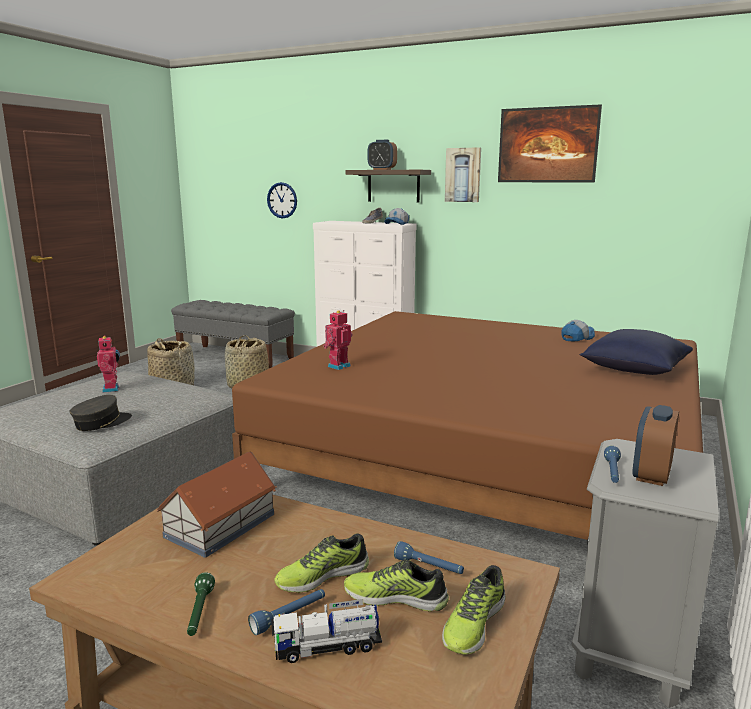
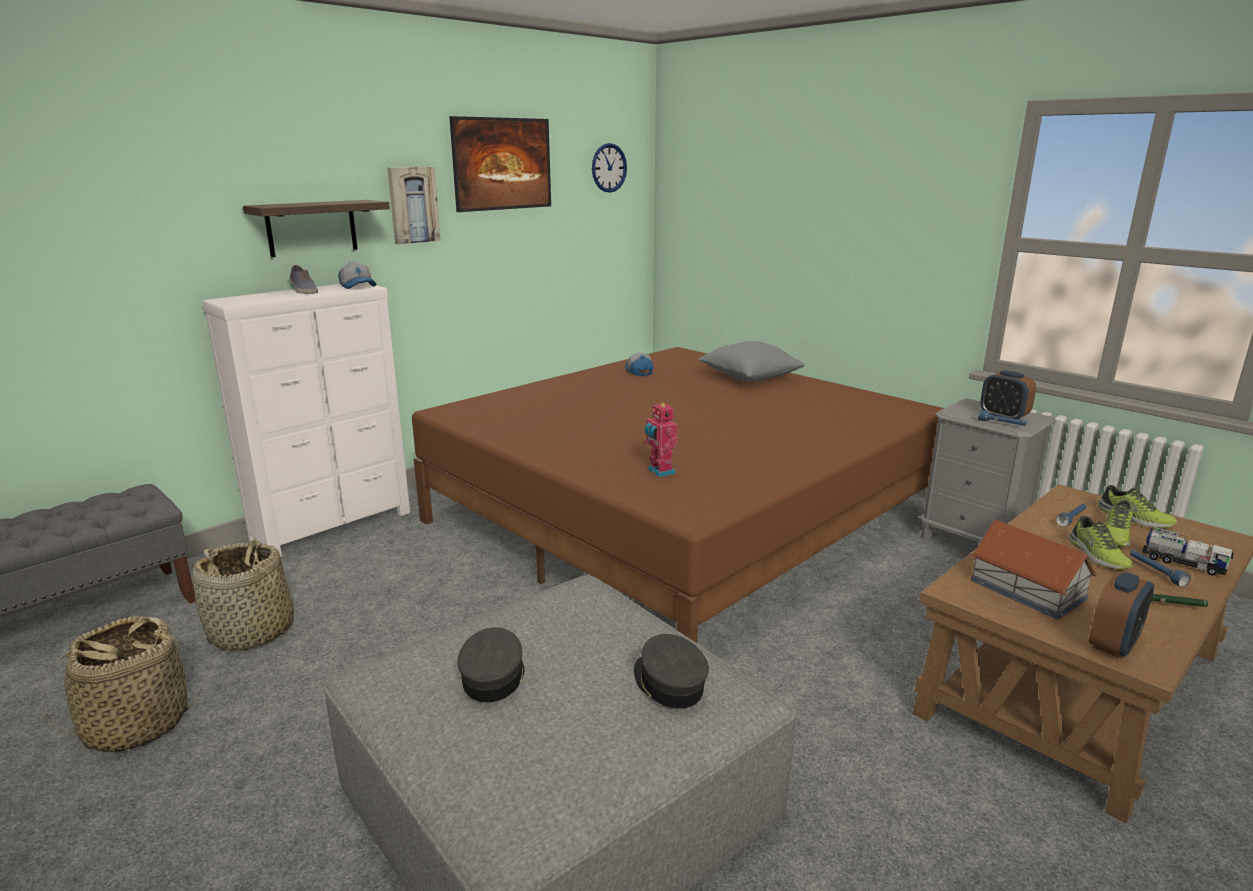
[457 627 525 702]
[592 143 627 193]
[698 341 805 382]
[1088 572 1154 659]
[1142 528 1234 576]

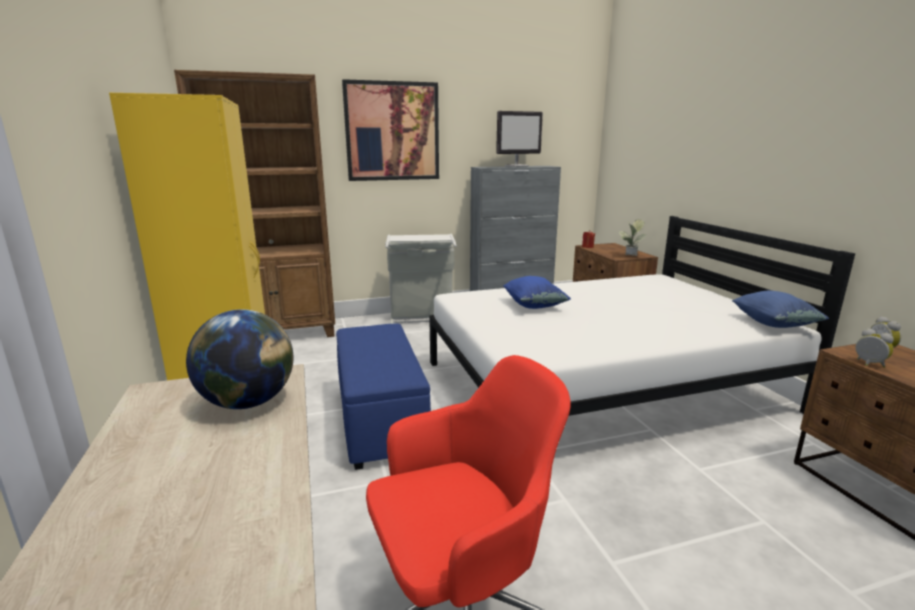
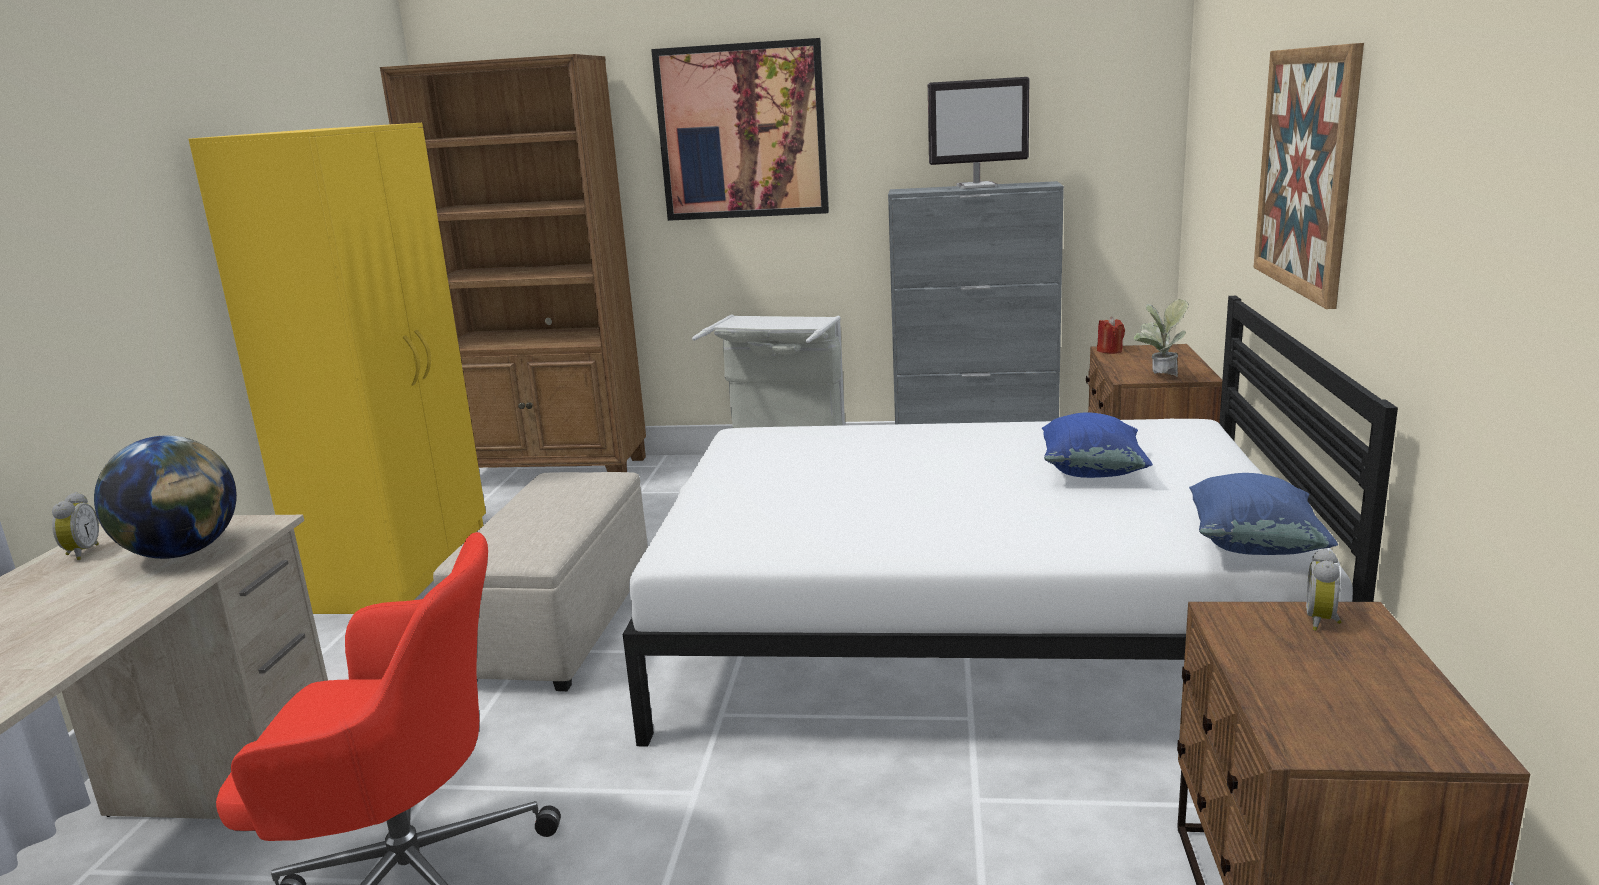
[52 492 99 560]
[433 472 648 691]
[1042 413 1153 478]
[1254 43 1364 309]

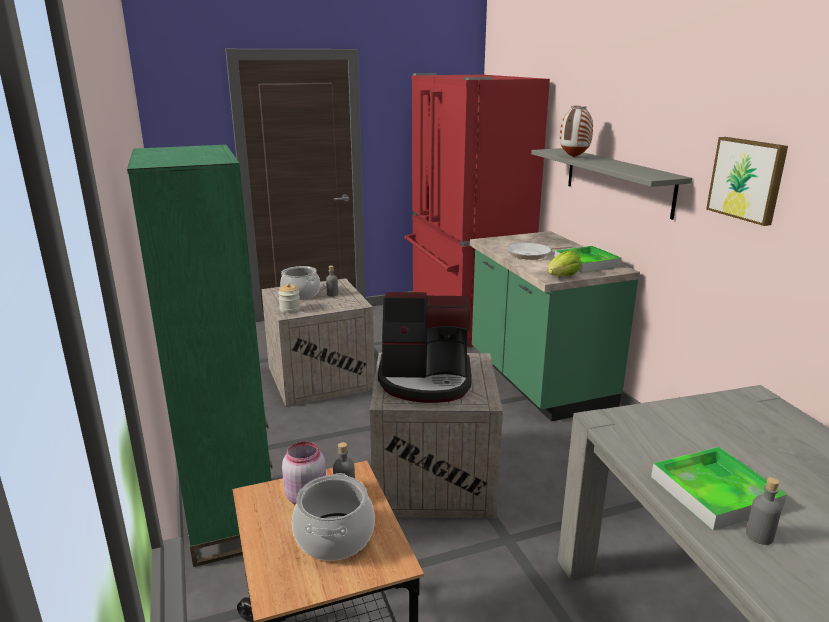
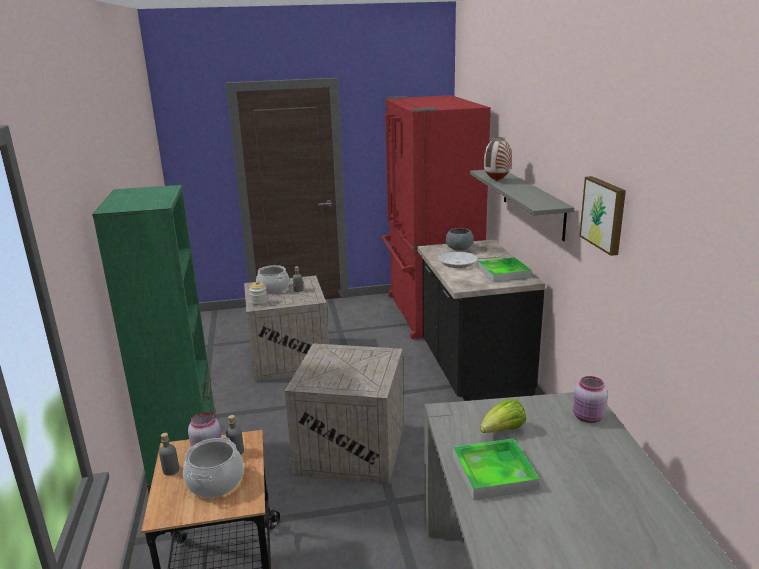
[159 433 179 476]
[417 240 545 401]
[446 228 474 251]
[480 399 526 433]
[573 376 608 423]
[378 292 471 403] (first image)

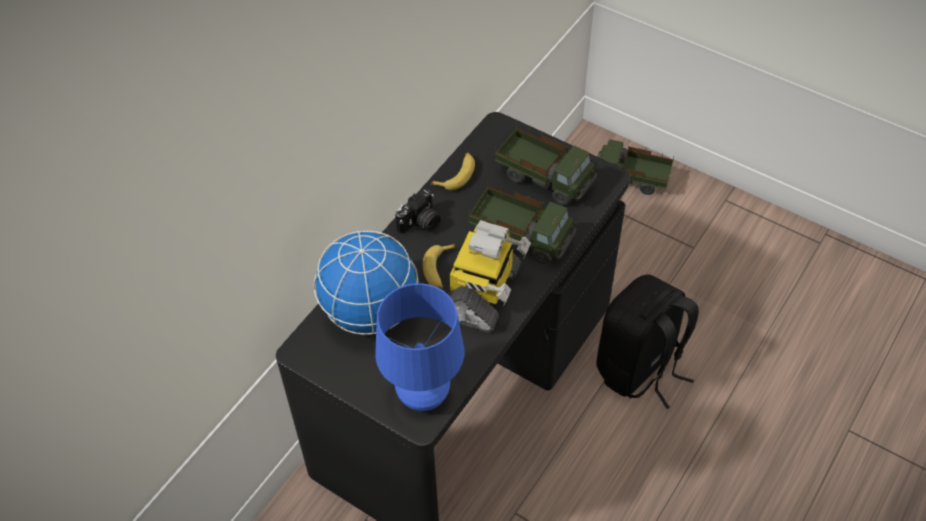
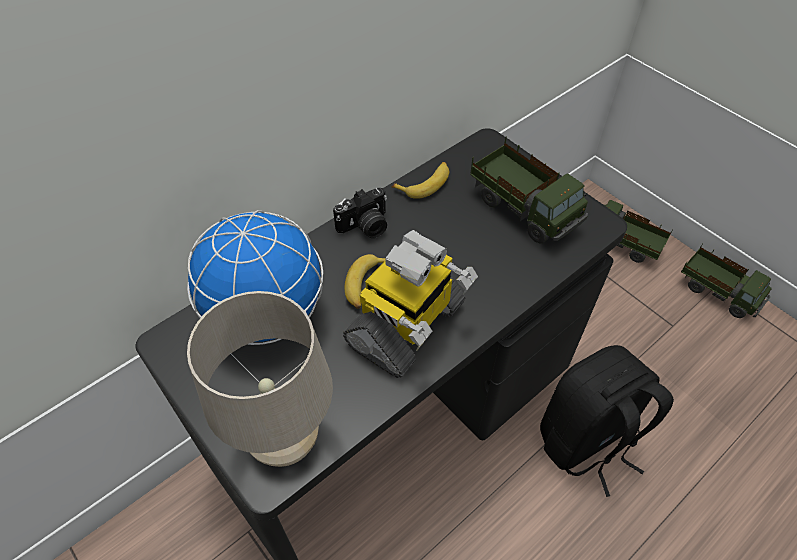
[187 291 333 467]
[681 243 771 318]

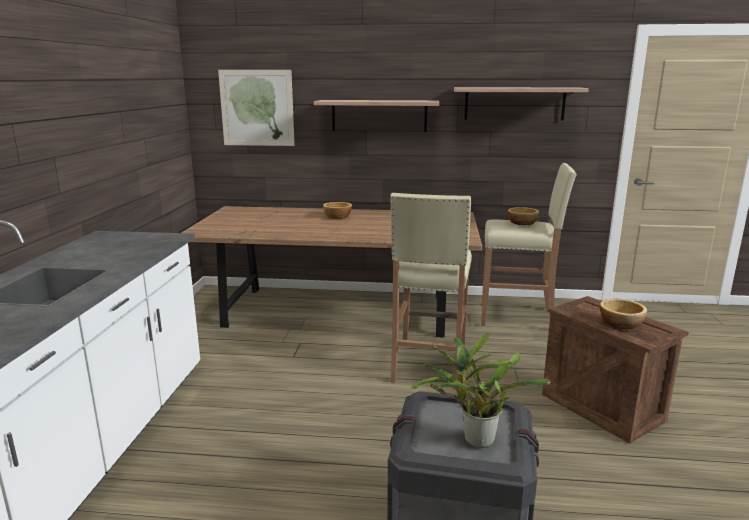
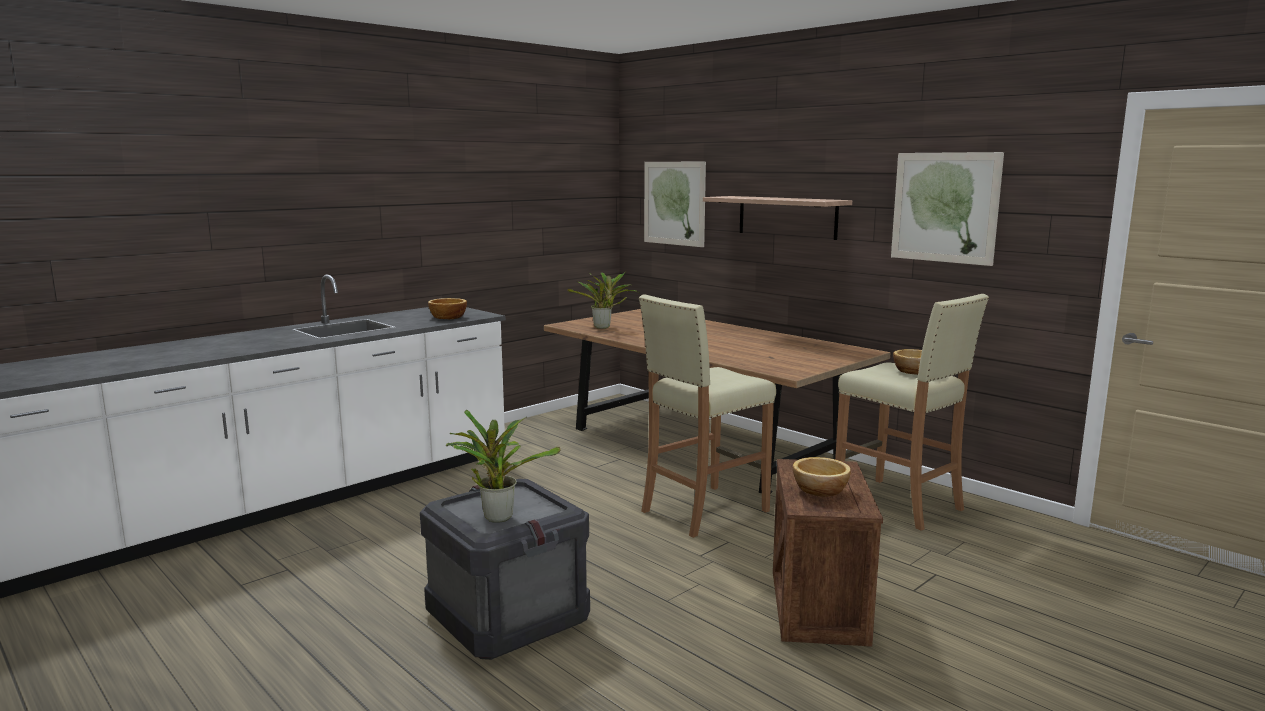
[428 298 467 319]
[567 272 640 329]
[891 152 1004 266]

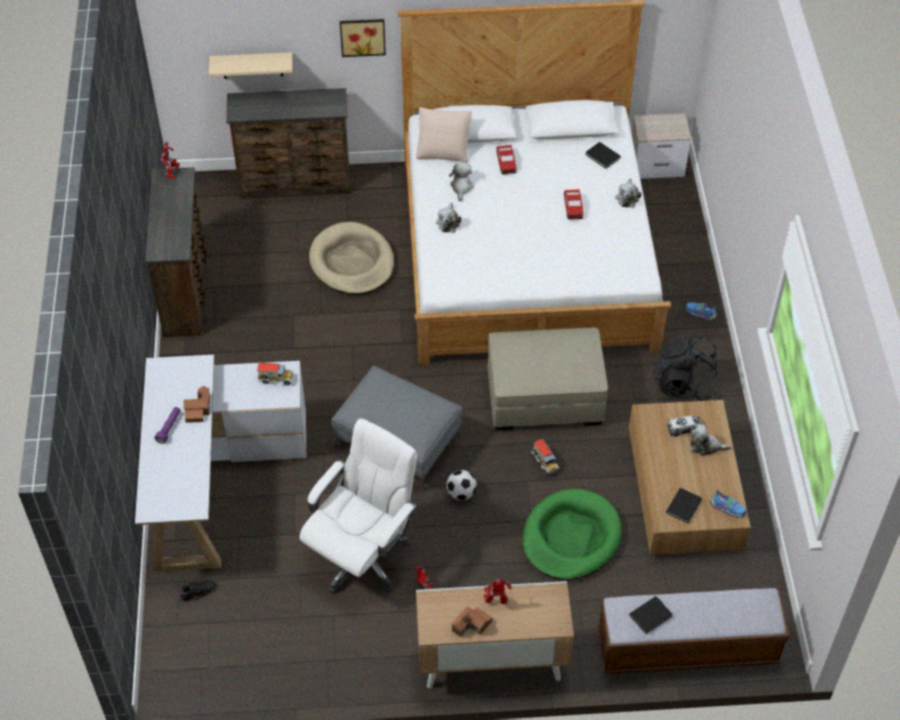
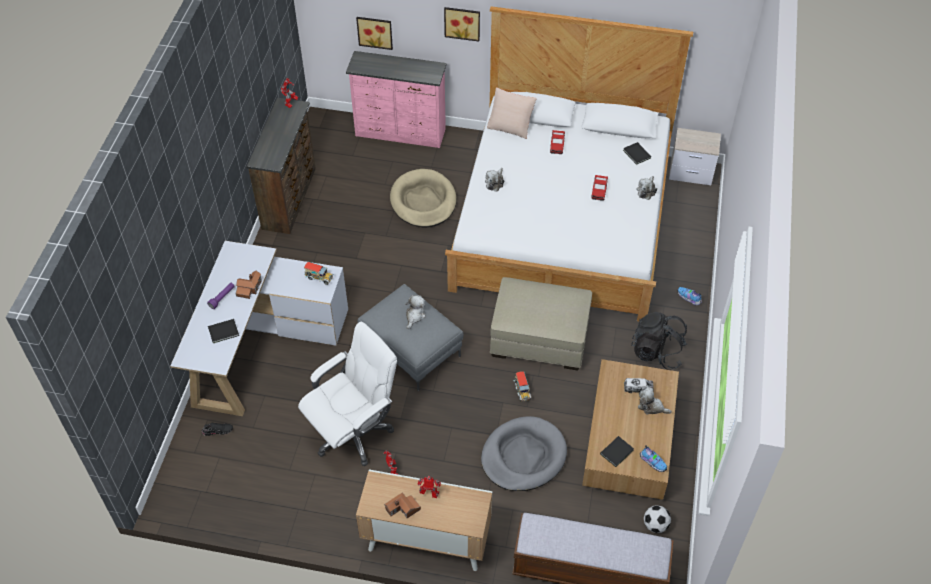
[208 319 239 343]
[346 51 446 148]
[356 17 393 50]
[405 295 426 329]
[481 416 567 491]
[644 505 671 533]

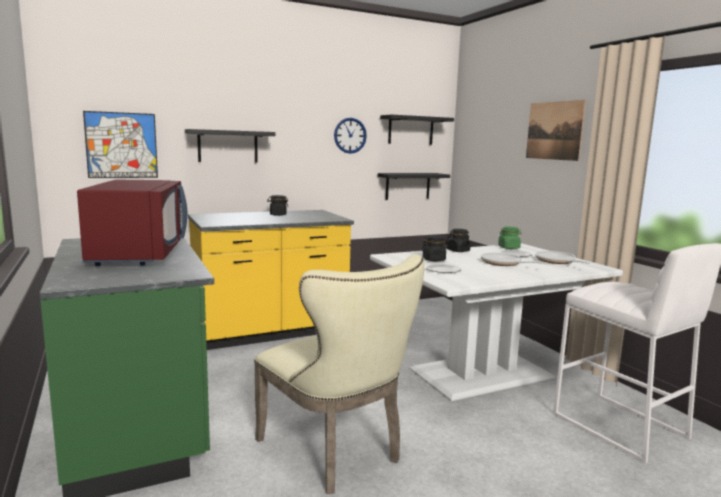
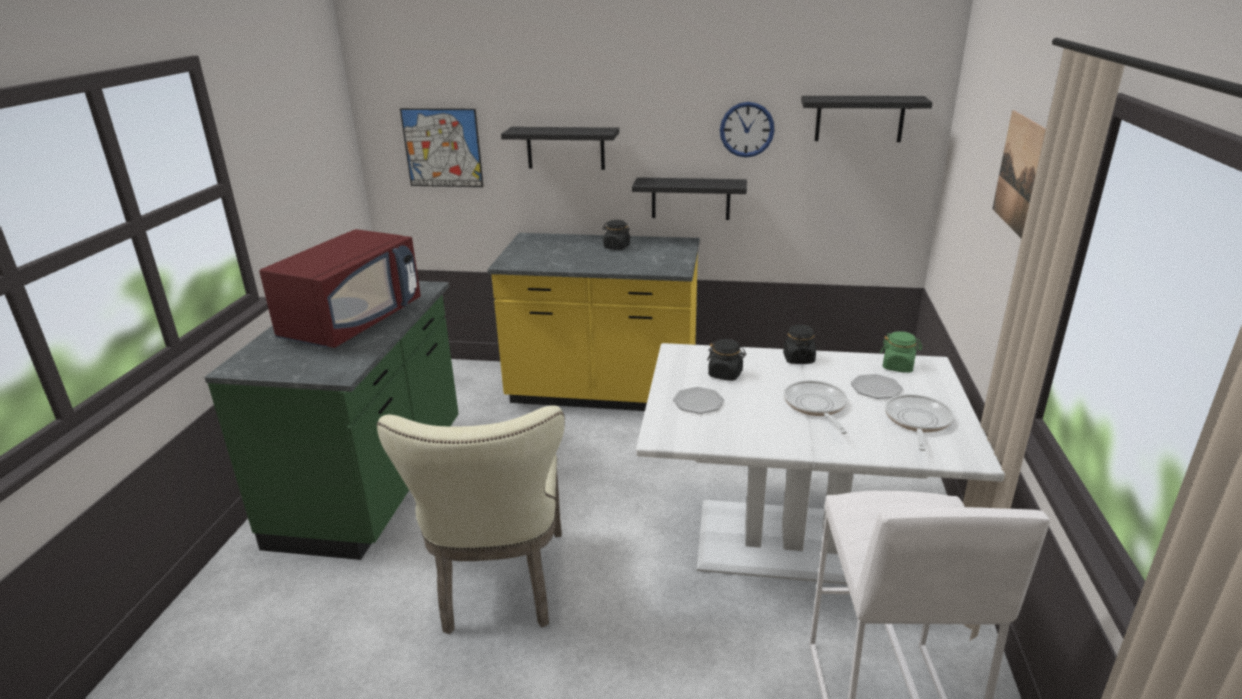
[632 177 747 220]

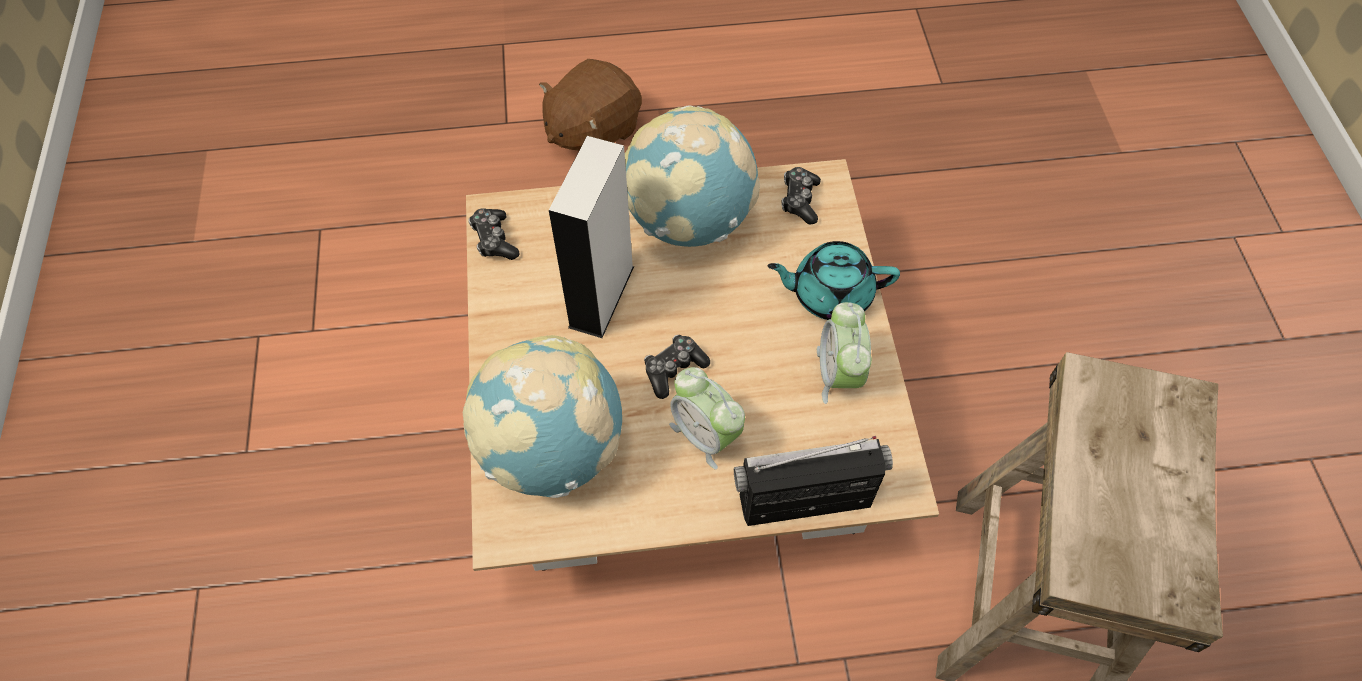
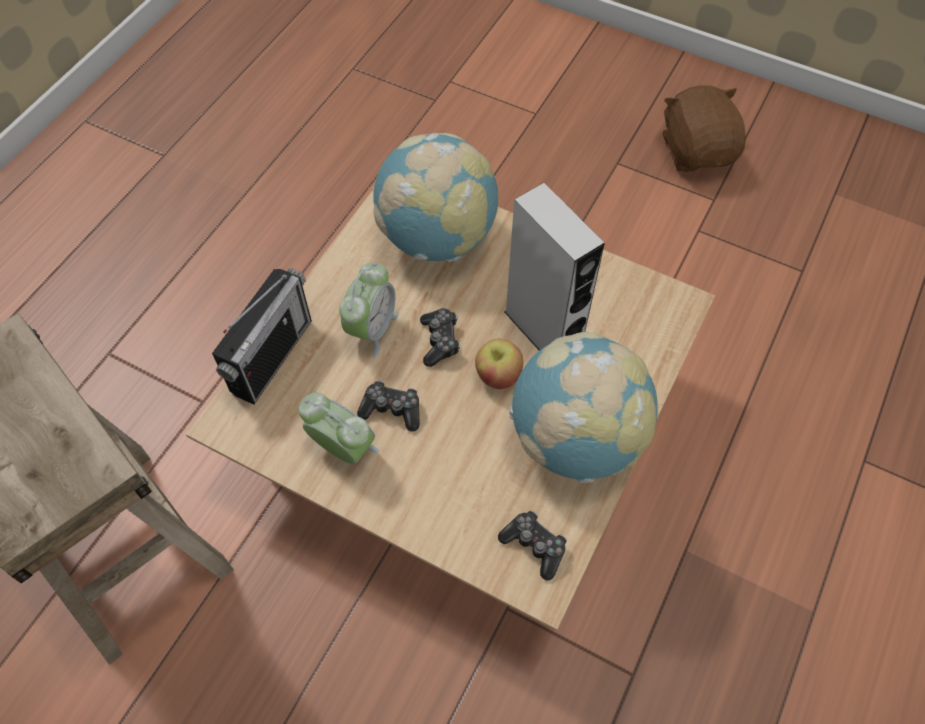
[339 263 399 357]
[357 380 419 431]
[475 339 523 389]
[663 85 746 172]
[767 241 900 320] (first image)

